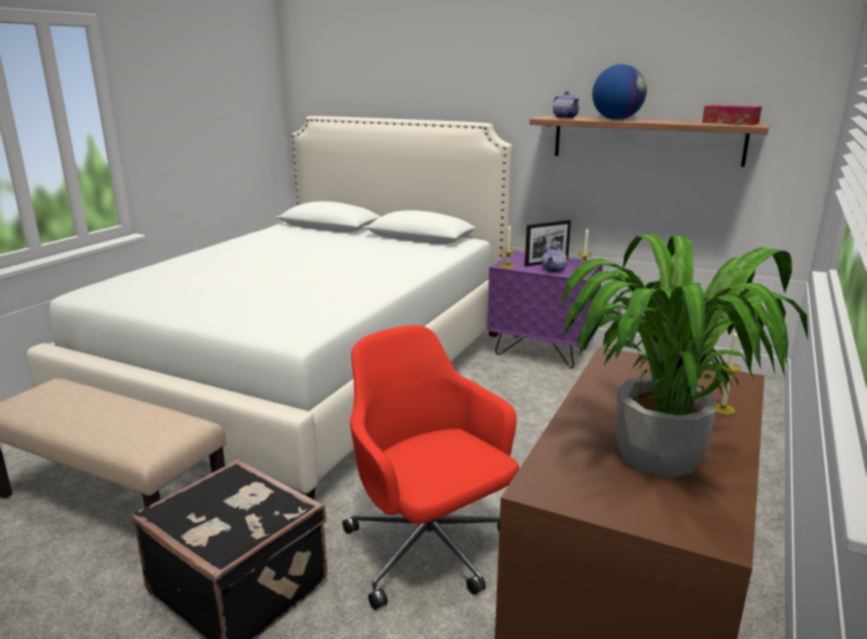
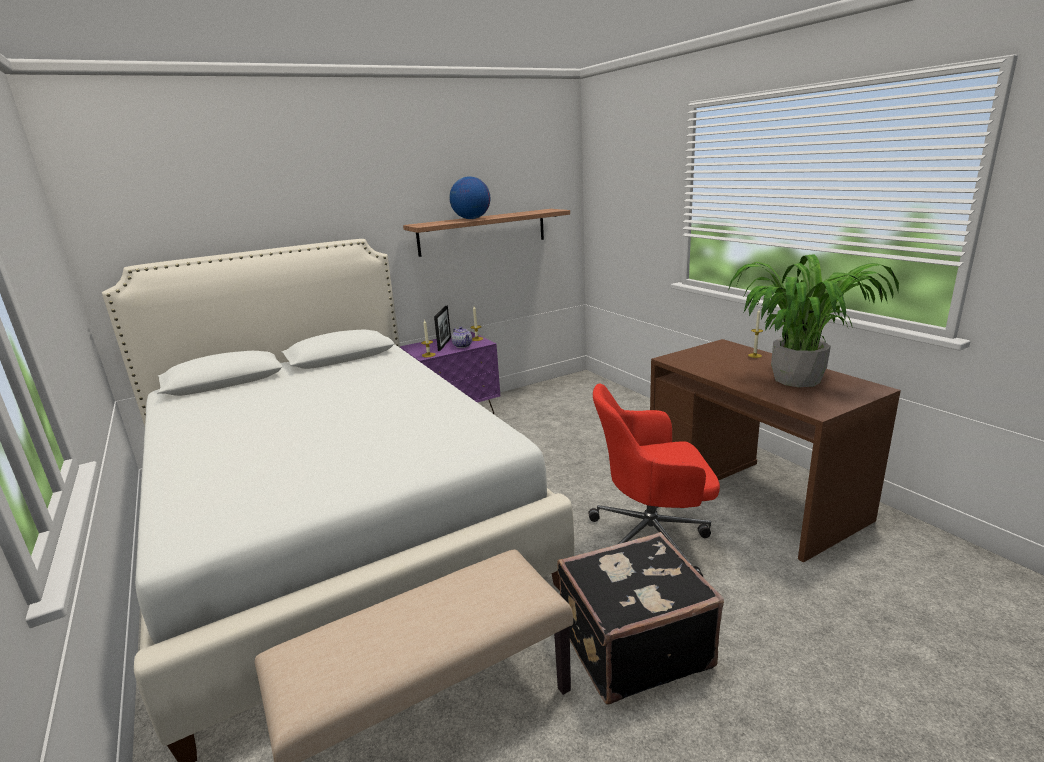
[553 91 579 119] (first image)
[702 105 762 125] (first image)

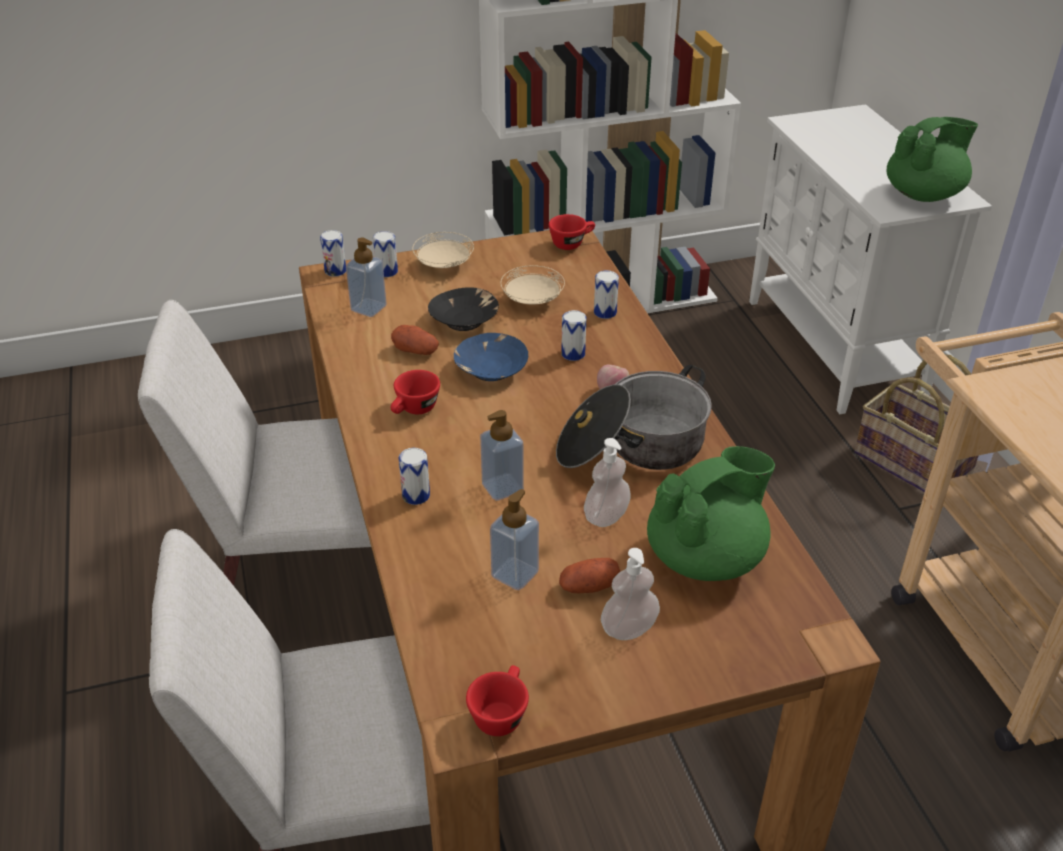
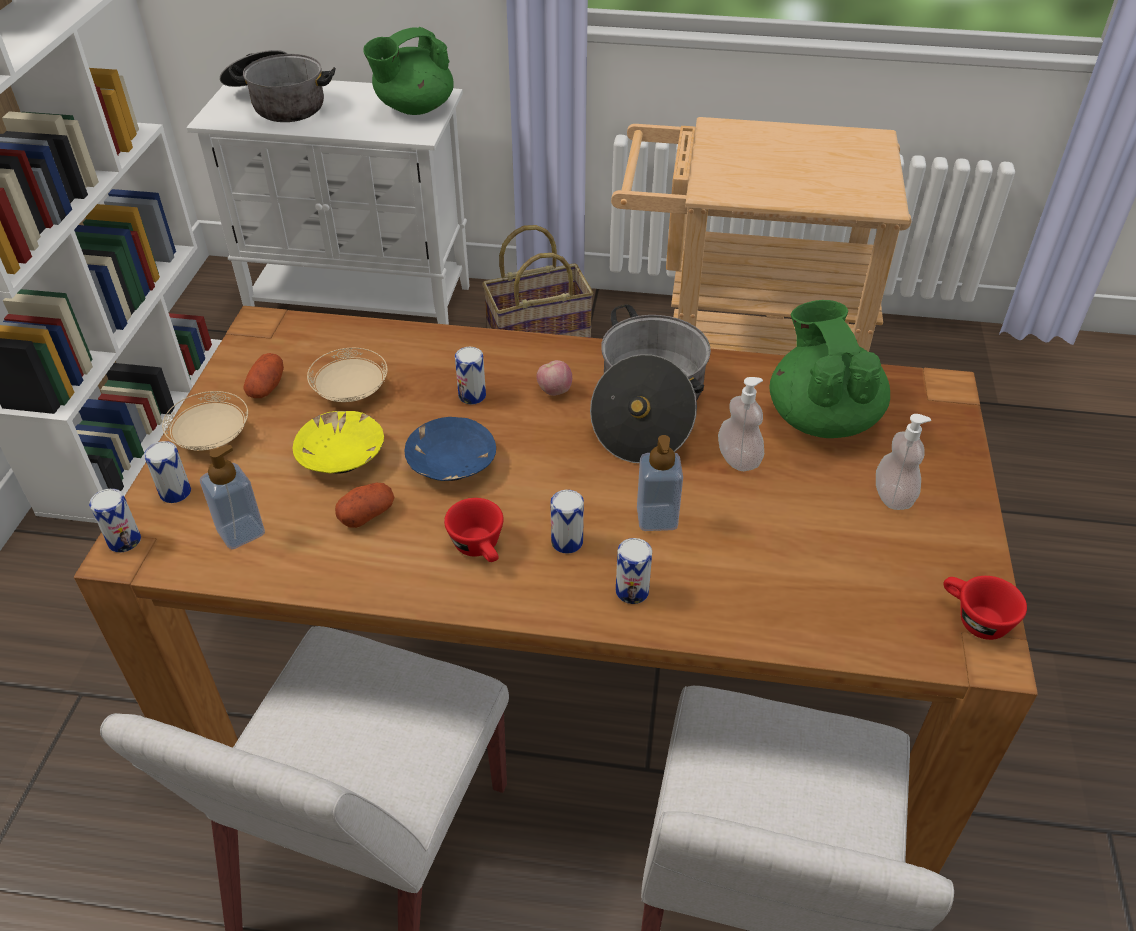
[220 50 336 122]
[243 353 284 398]
[293 411 384 474]
[363 27 454 115]
[551 490 584 554]
[490 489 539 590] (first image)
[549 214 595 250] (first image)

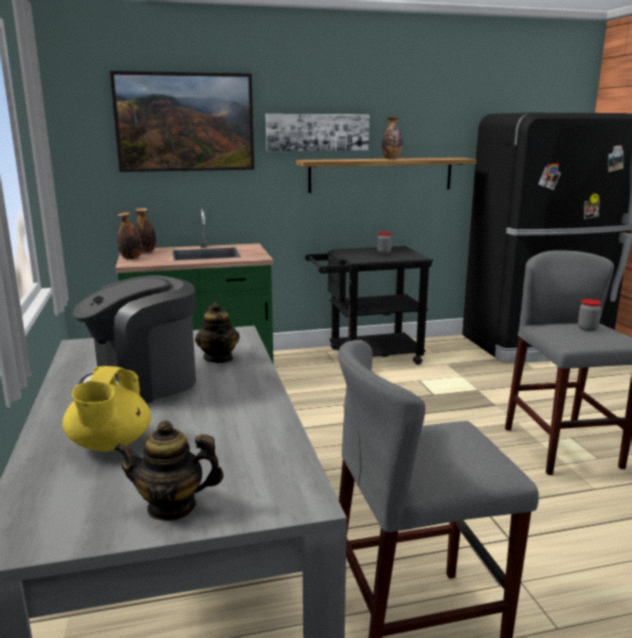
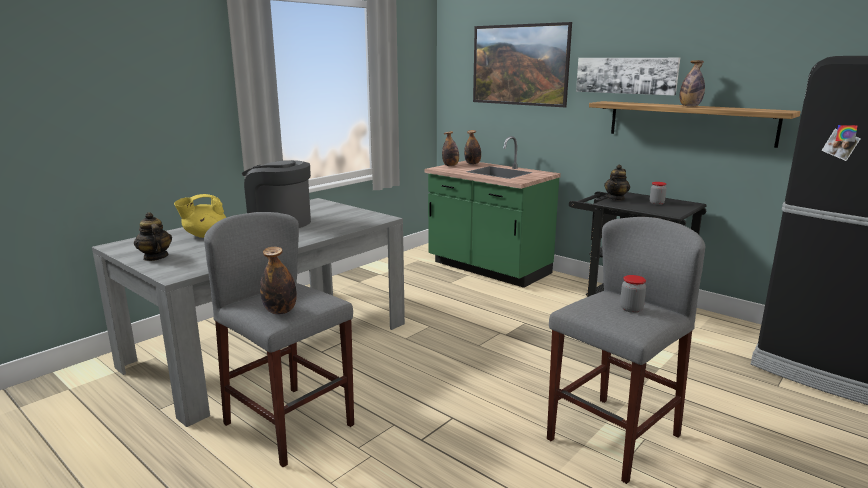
[260 247 297 314]
[604 165 630 201]

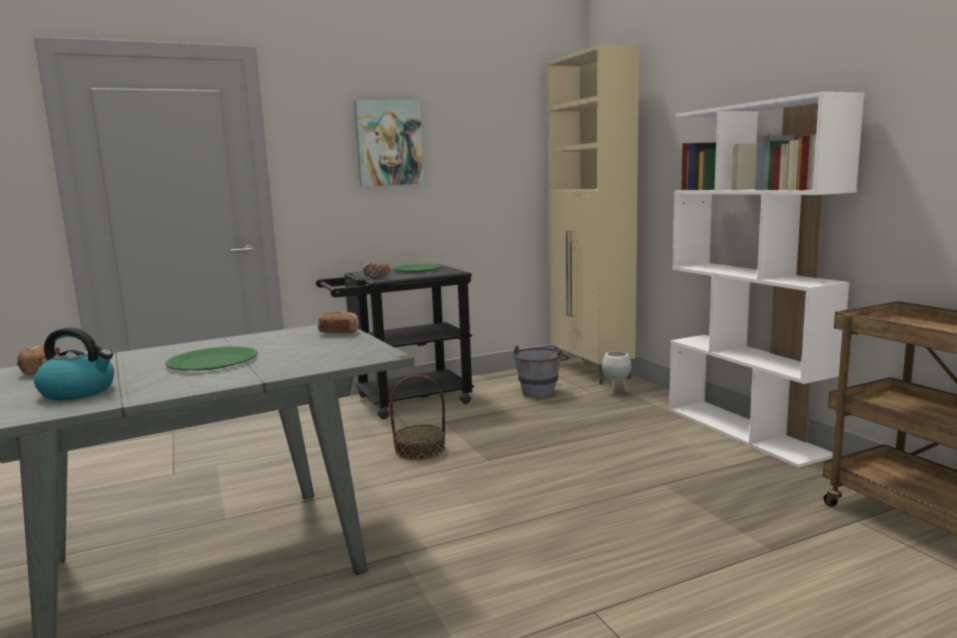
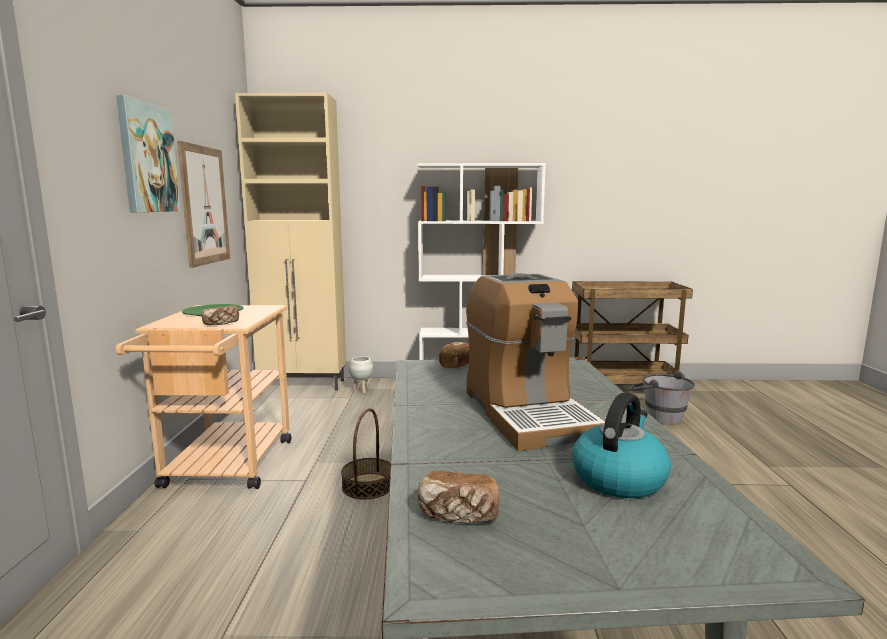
[116 305 291 489]
[177 141 230 268]
[466 273 605 451]
[628 370 695 425]

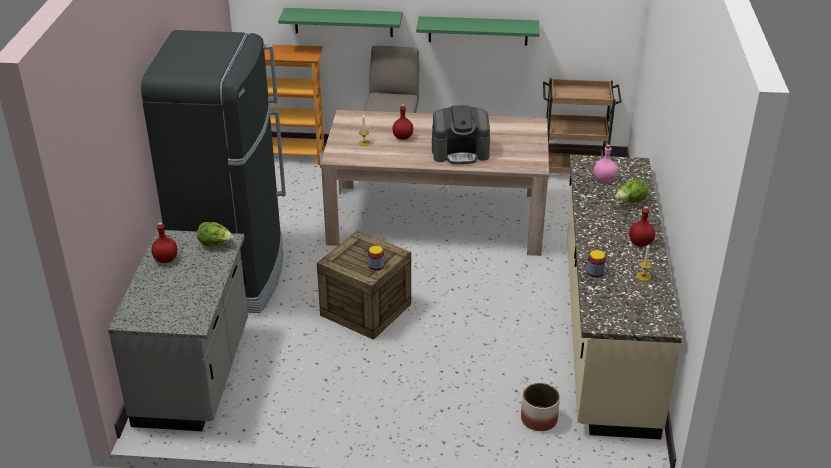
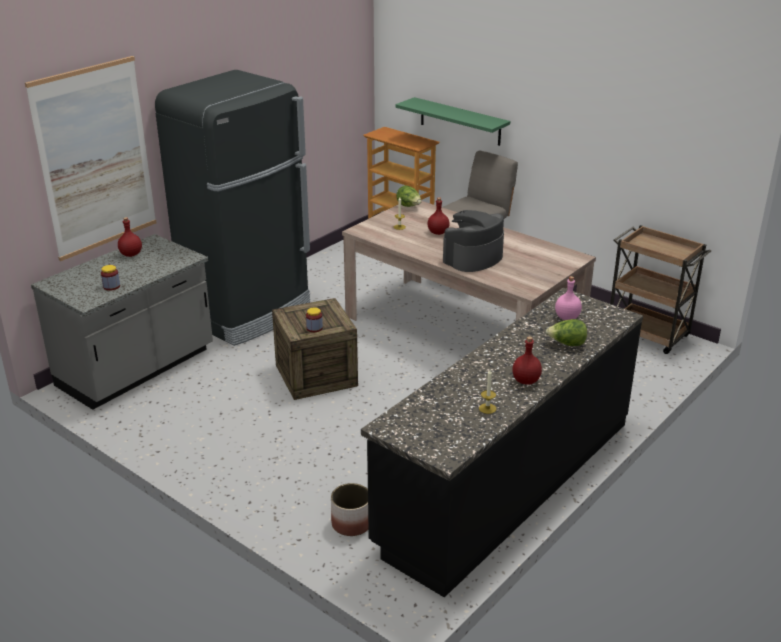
[25 56 156 261]
[101 265 120 291]
[361 288 643 598]
[396 185 422 207]
[443 210 504 272]
[416 16 539 46] (first image)

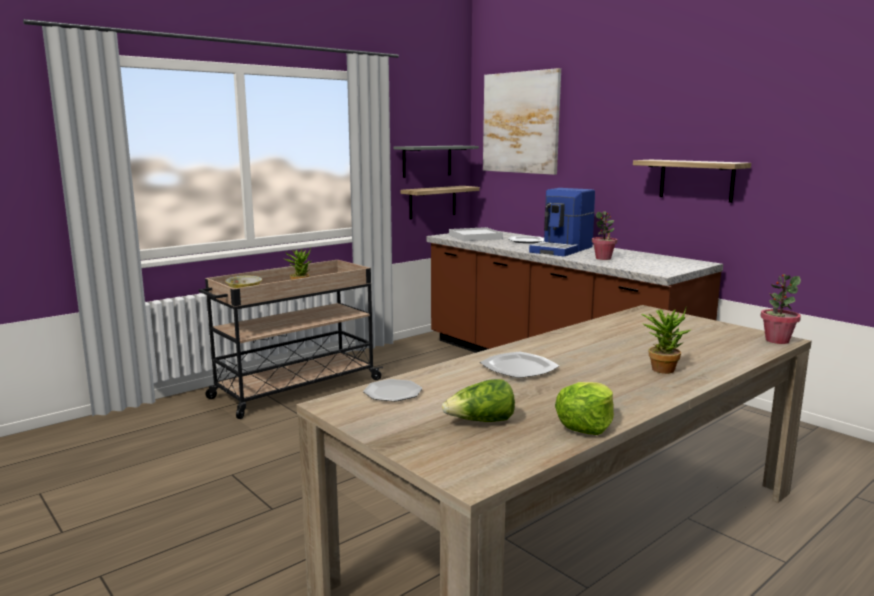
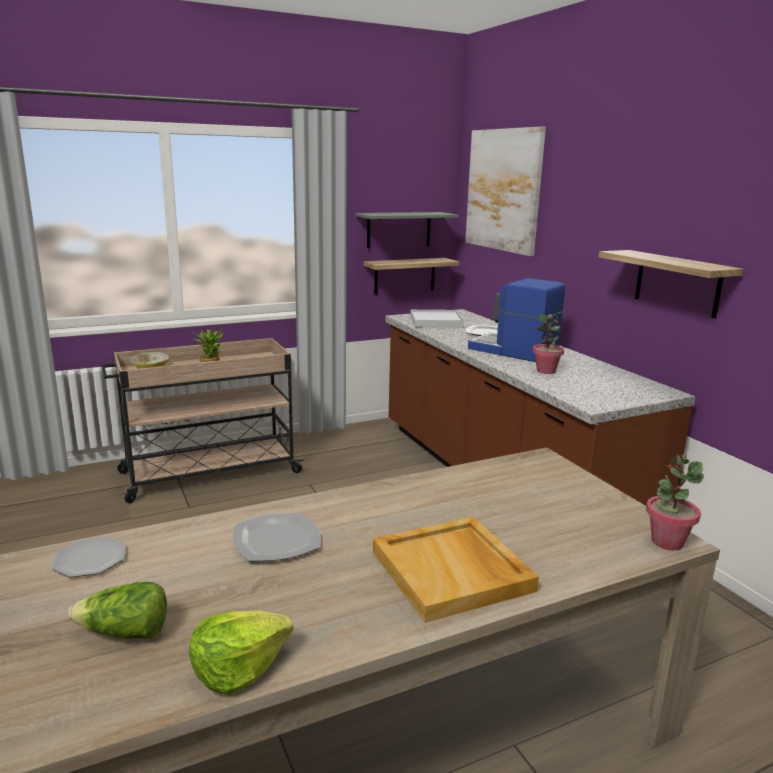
[373 517 539 623]
[468 278 565 362]

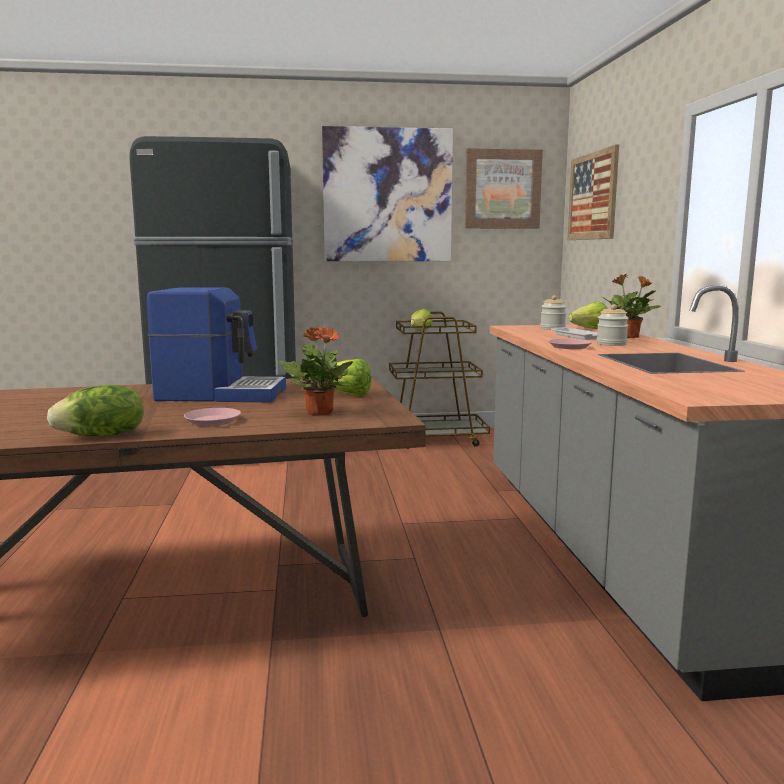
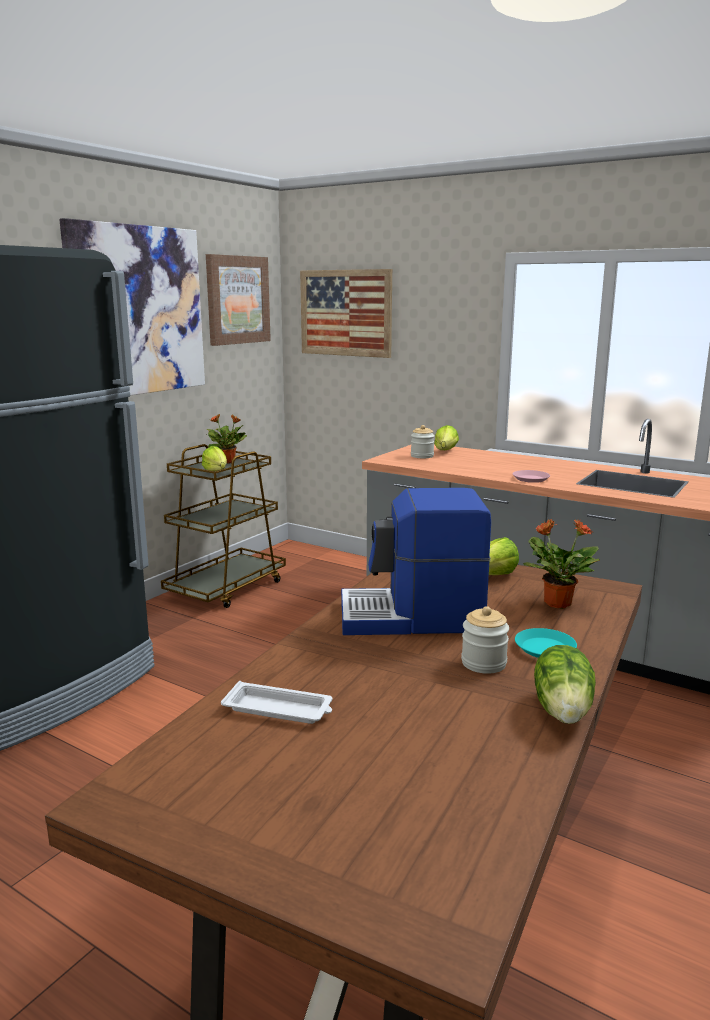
[207 413 247 464]
[221 681 333 724]
[341 488 491 635]
[461 606 509 674]
[515 628 577 658]

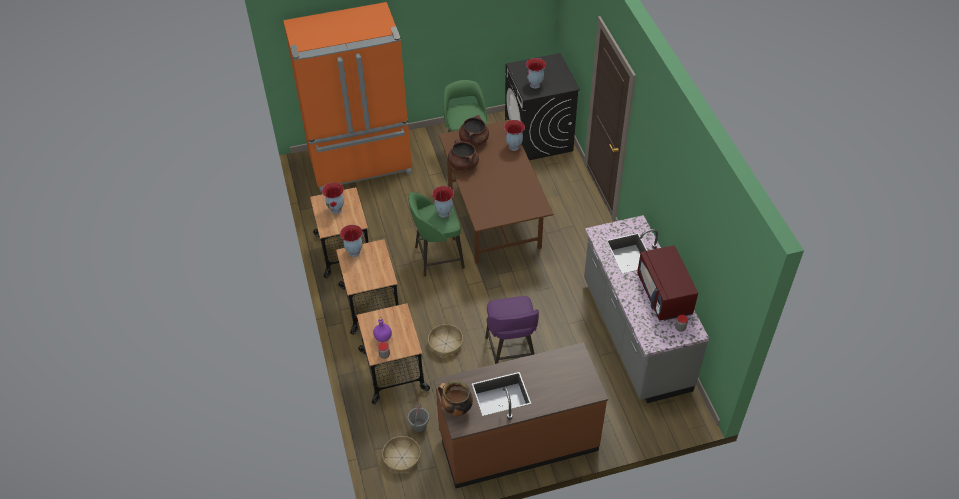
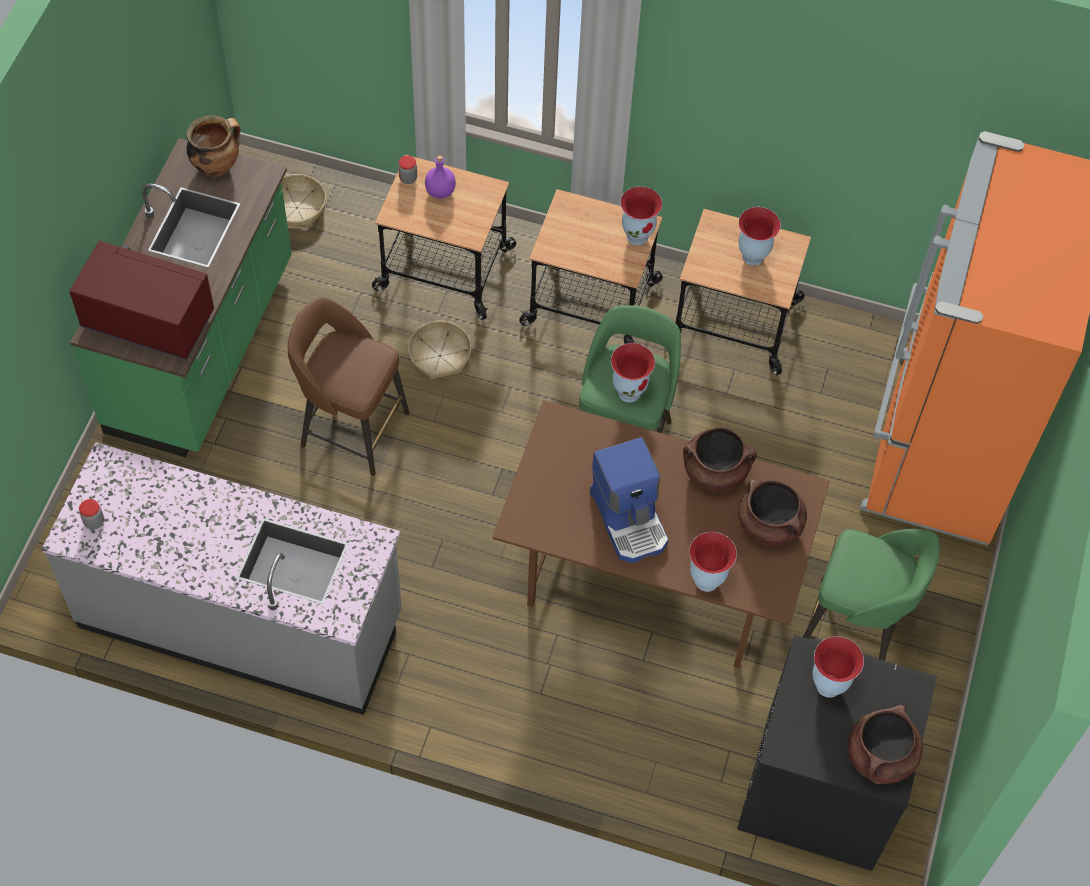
[69 241 214 360]
[70 138 292 457]
[288 297 409 476]
[590 437 669 563]
[848 705 923 784]
[407 404 429 433] (first image)

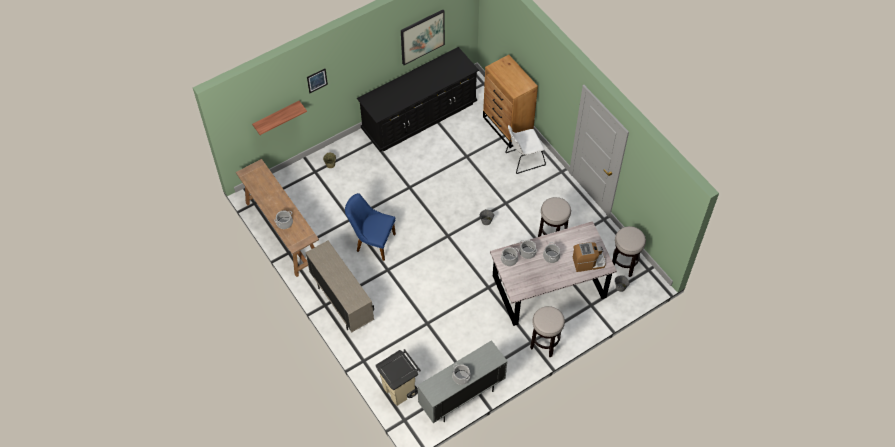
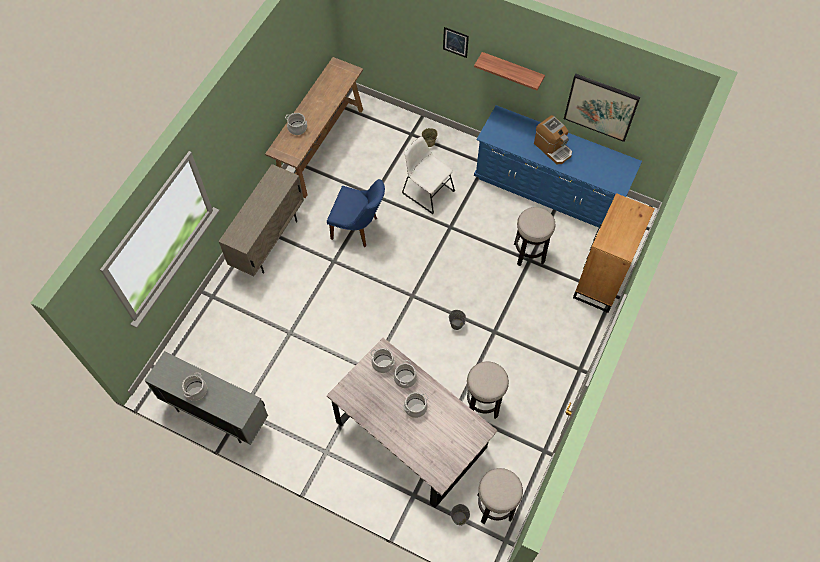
[327 179 385 247]
[402 136 455 214]
[474 52 545 90]
[474 105 642 228]
[514 207 555 266]
[534 115 572 164]
[376 349 421 406] (first image)

